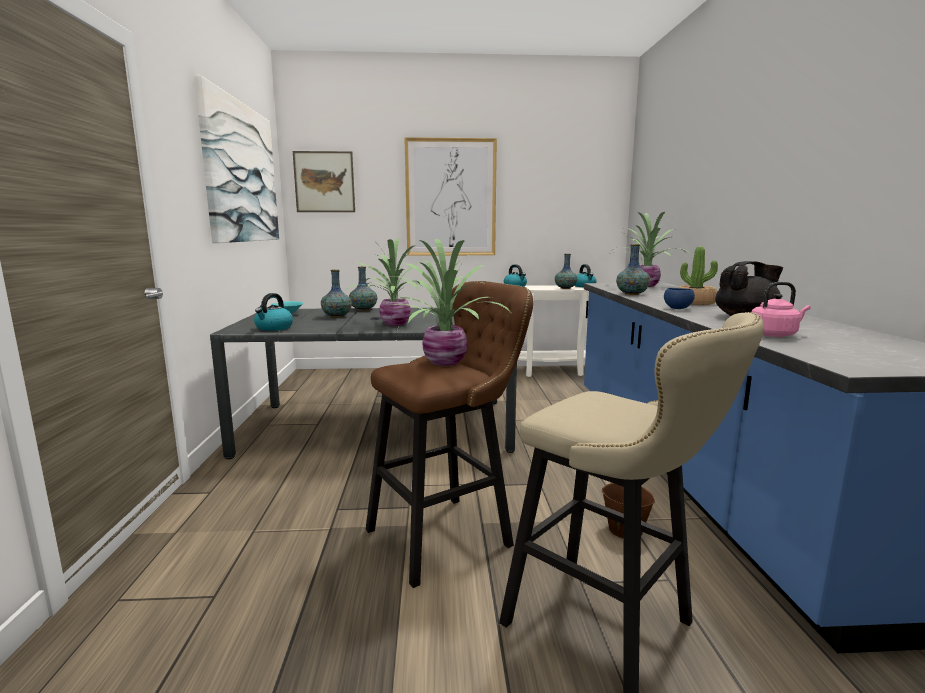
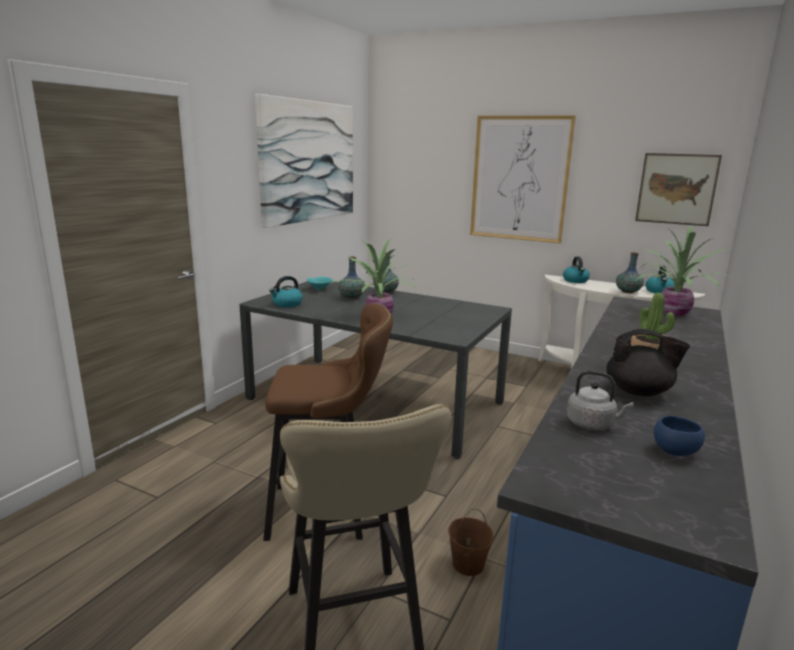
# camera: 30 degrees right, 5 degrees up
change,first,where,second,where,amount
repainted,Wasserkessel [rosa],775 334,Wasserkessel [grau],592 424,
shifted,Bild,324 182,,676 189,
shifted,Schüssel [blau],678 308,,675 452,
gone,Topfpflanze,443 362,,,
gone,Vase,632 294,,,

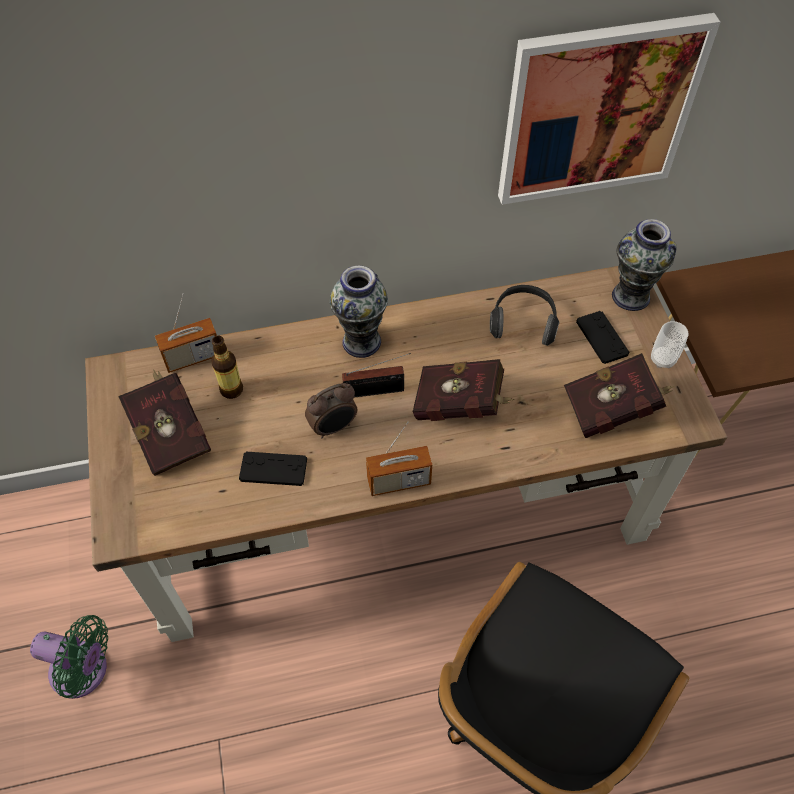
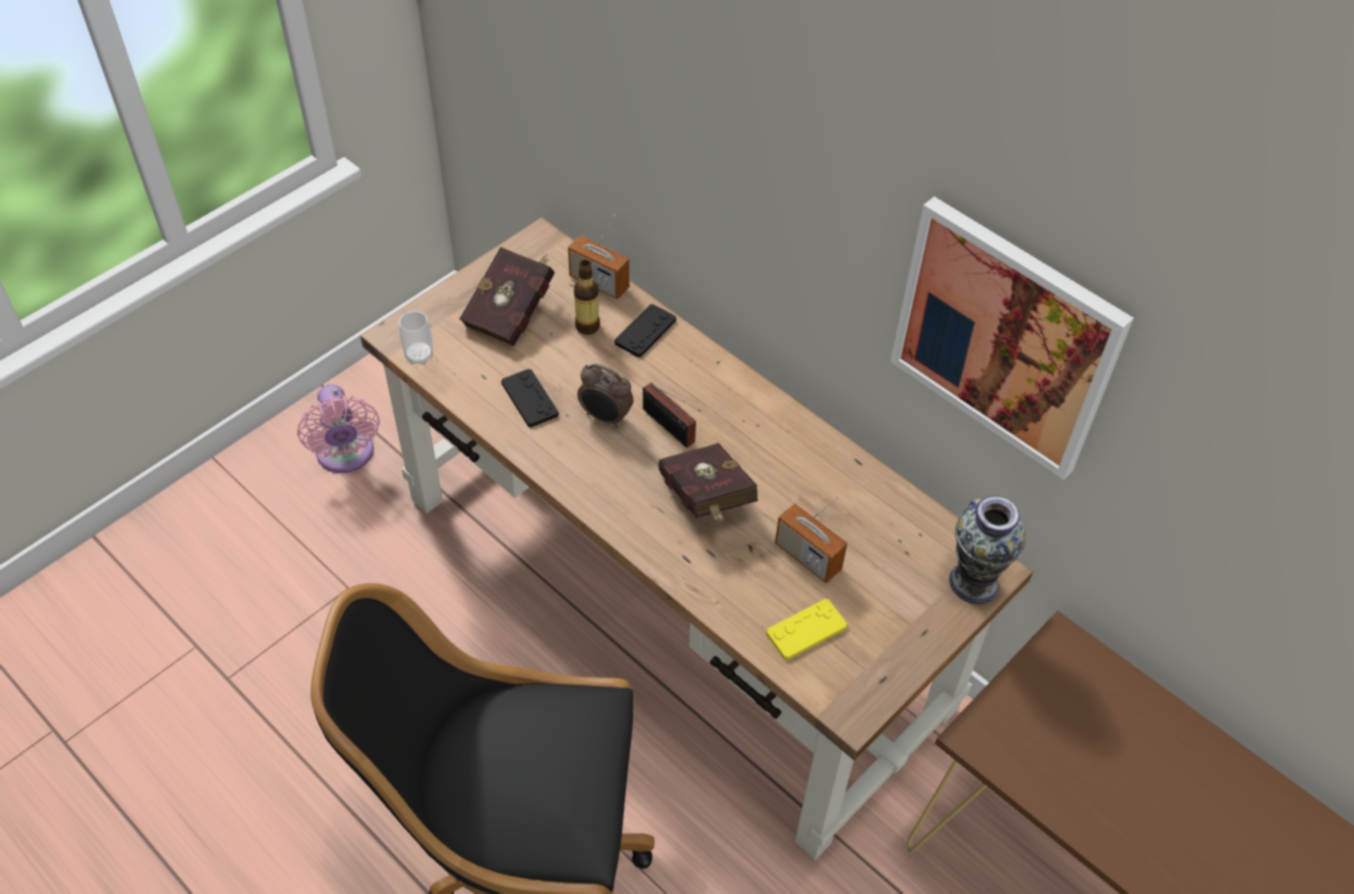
# camera: 55 degrees right, 5 degrees down
change,first,where,second,where,amount
repainted,Ventilator [grün],84 671,Ventilator [rosa],346 456,
shifted,Tasse,662 359,,419 356,
shifted,Gamepad [schwarz],601 338,,645 331,
swapped,Buch [rot],613 409,Gamepad [gelb],806 630,
shifted,Radio,399 481,,808 557,
gone,Vase,362 342,,,
gone,Kopfhörer,523 323,,,

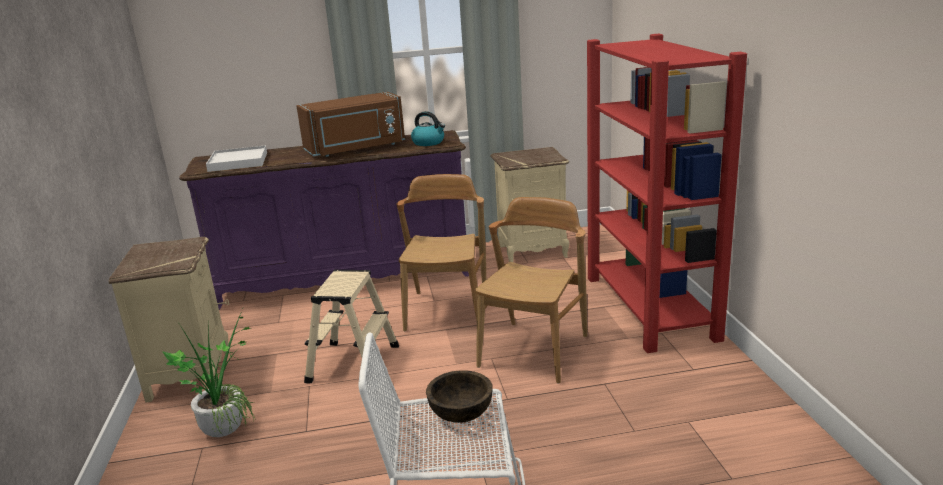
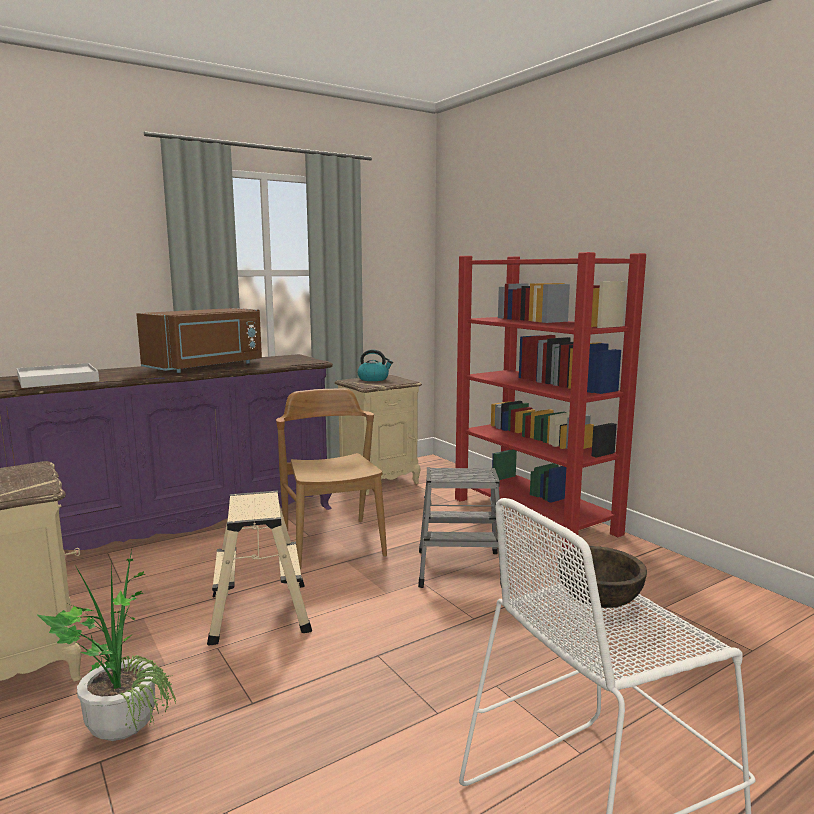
# camera: 25 degrees left, 10 degrees down
change,first,where,second,where,amount
shifted,Wasserkessel,429 142,,374 379,
swapped,Stuhl [braun],534 351,Trittleiter [grau],460 568,

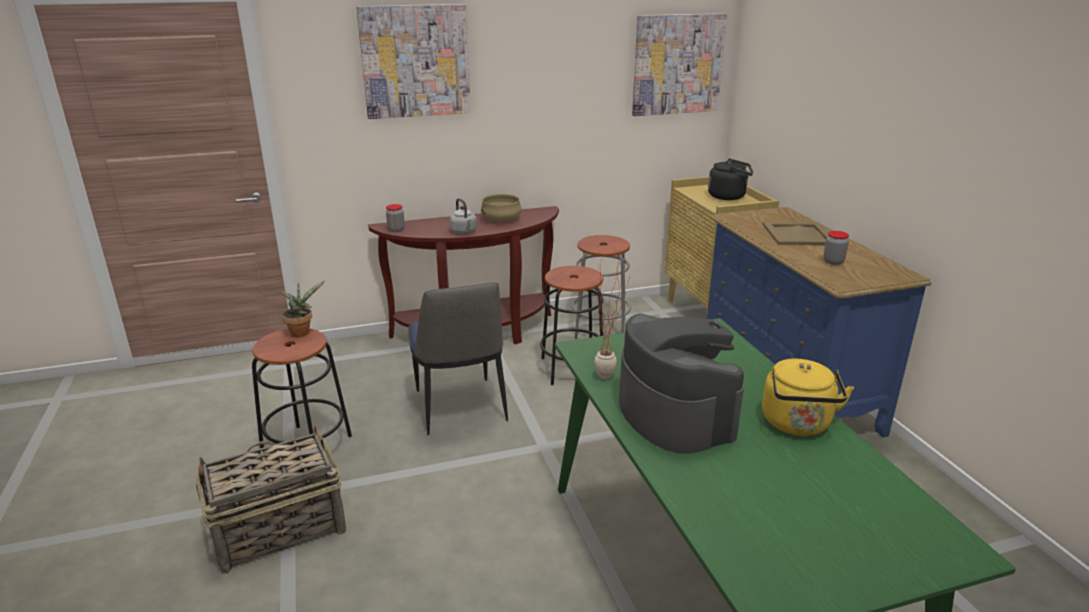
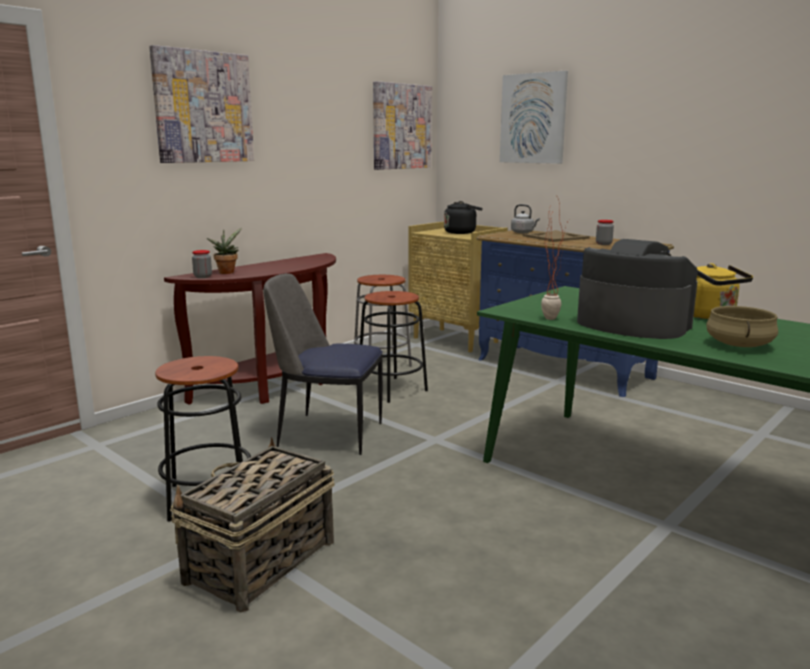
# camera: 30 degrees left, 10 degrees down
change,first,where,second,where,amount
shifted,Topfpflanze,302 332,,227 272,
rotated,Stuhl,460 407,,327 434,150 degrees clockwise
new,,,Bild,533 118,
shifted,Wasserkessel [grau],464 231,,523 232,
shifted,Kochtopf [beige],501 219,,738 344,

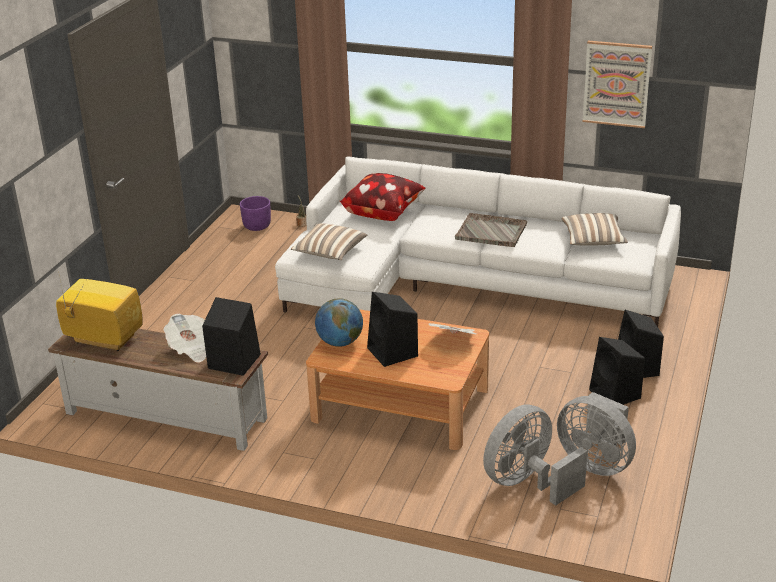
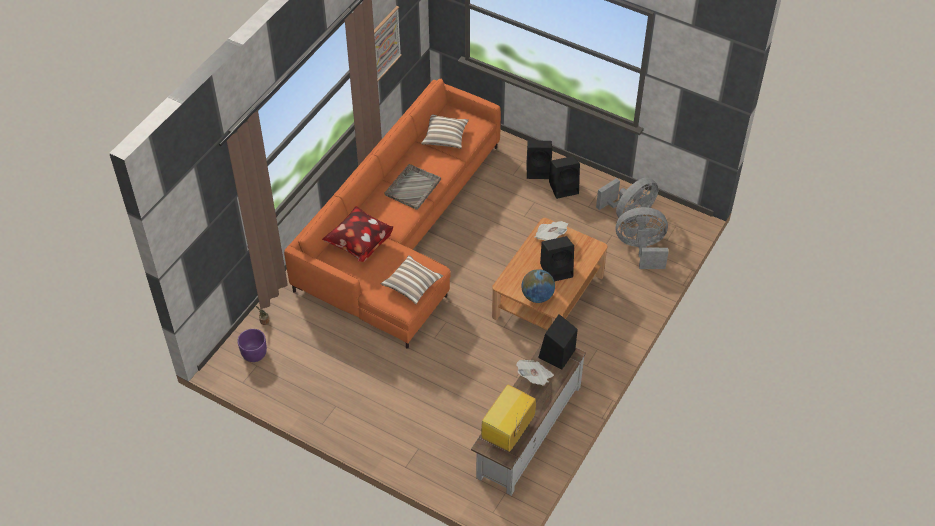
# camera: 80 degrees left, 20 degrees up
change,first,where,second,where,amount
repainted,Sofa [weiß],466 281,Sofa [orange],401 231,
rotated,Ventilator [grau],527 483,,641 249,120 degrees clockwise

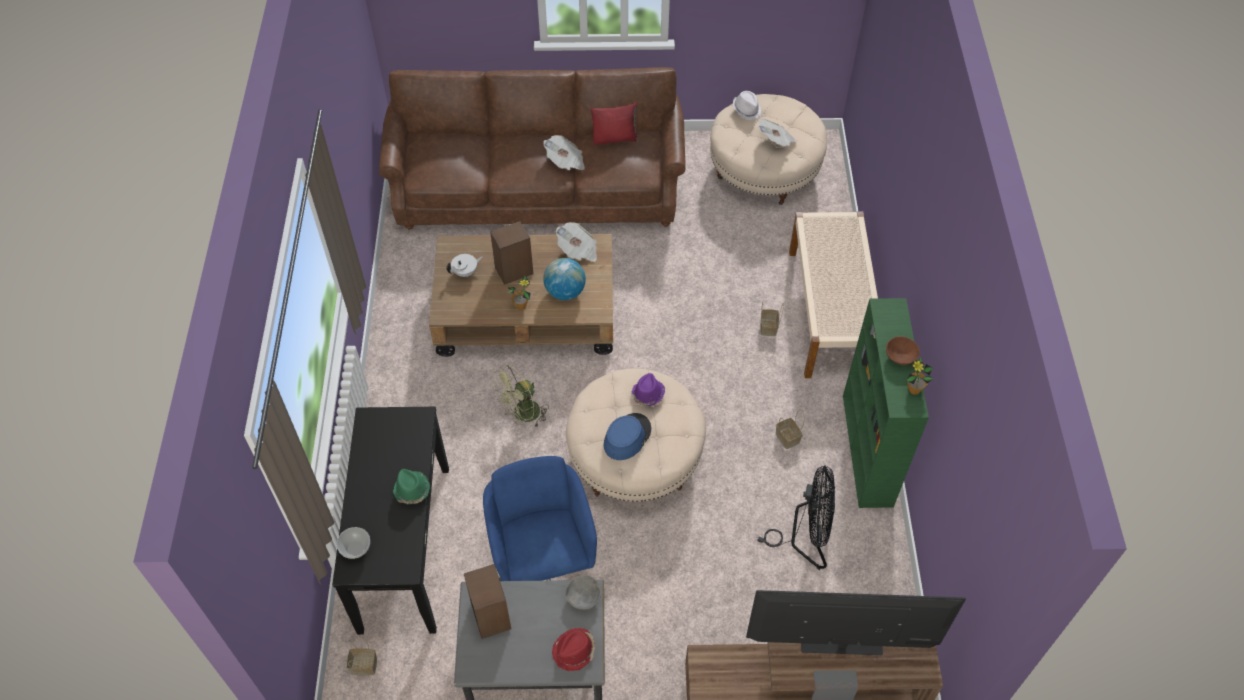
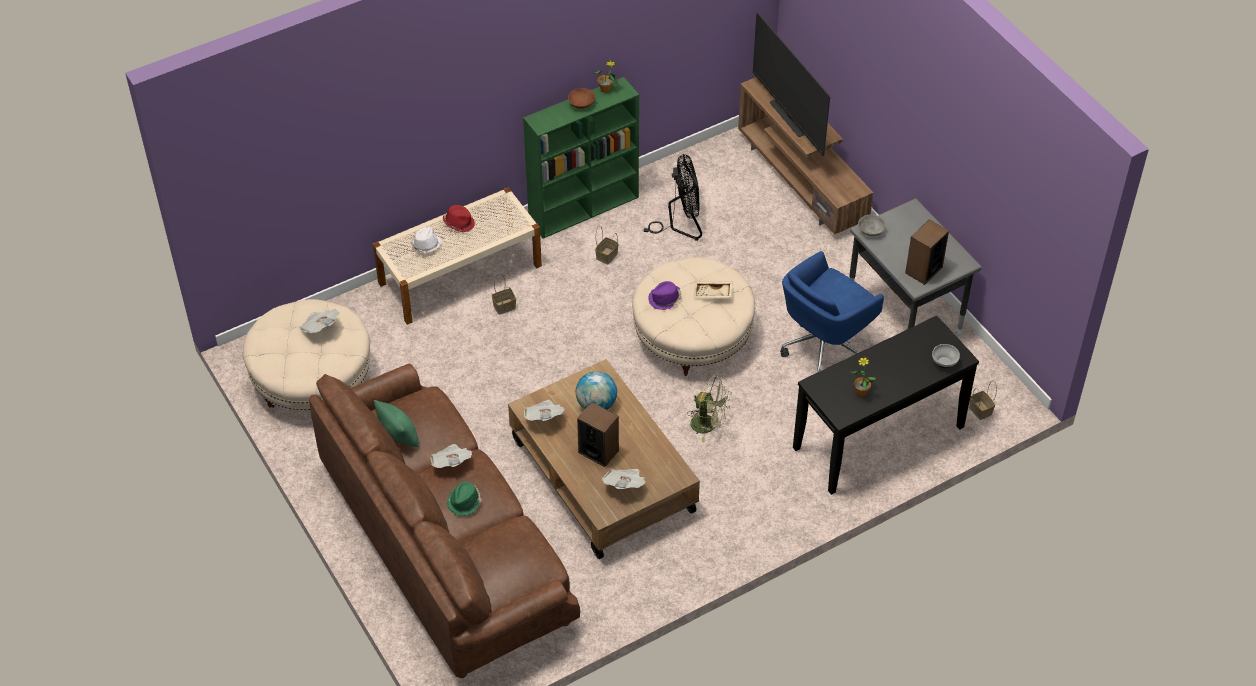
# camera: 120 degrees left, 5 degrees down
change,first,where,second,where,amount
repainted,Kissen [rot],615 138,Kissen [grün],399 436,
shifted,Hut [weiß],746 109,,426 245,
shifted,Hut [rot],574 651,,459 223,
shifted,Hut [grün],412 490,,464 502,
swapped,Teekanne [weiß],465 272,Zeitung,625 485,
rotated,Ventilator [schwarz],805 531,,680 218,105 degrees clockwise
swapped,Hut [blau],627 437,Tablett [beige],712 294,
shifted,Topfpflanze,521 306,,861 392,

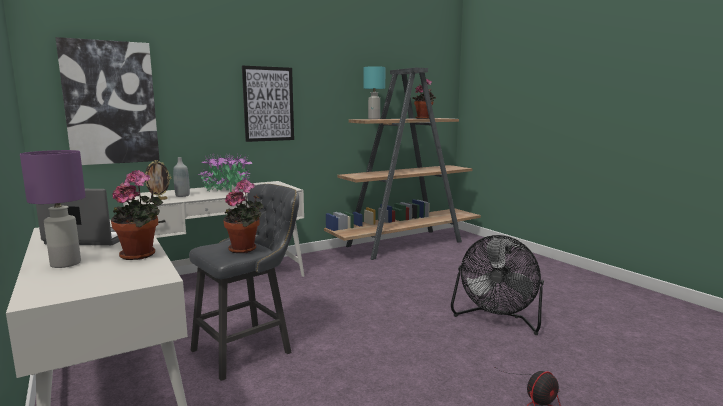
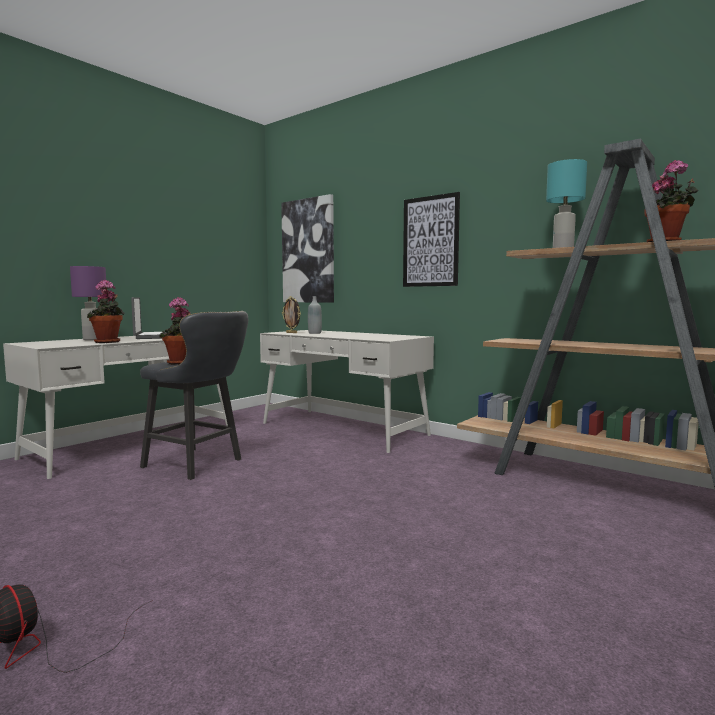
# camera: 70 degrees right, 5 degrees down
change,first,where,second,where,amount
gone,Topfpflanze,227 189,,,
gone,Ventilator [schwarz],495 318,,,

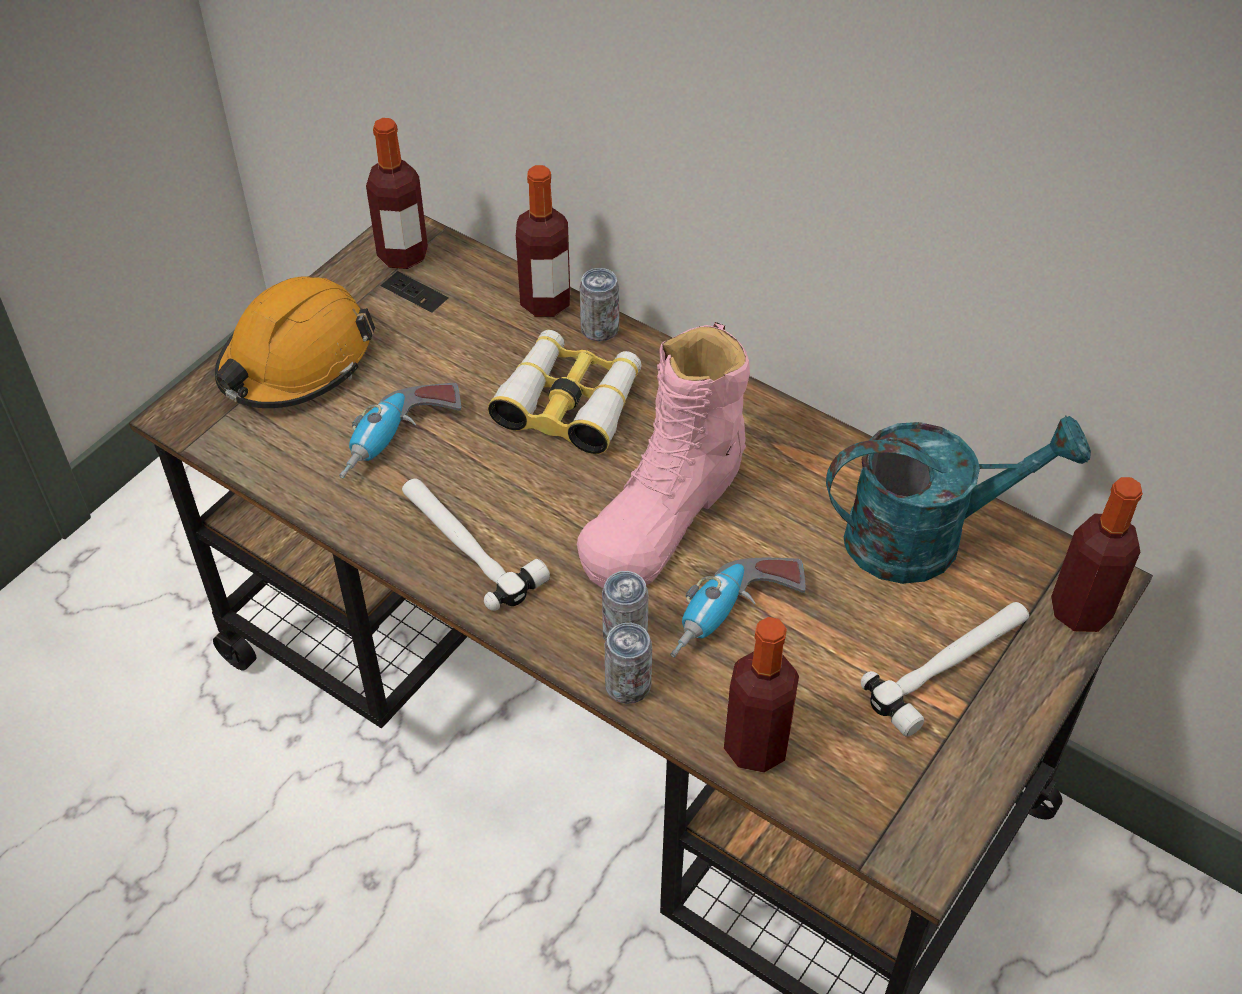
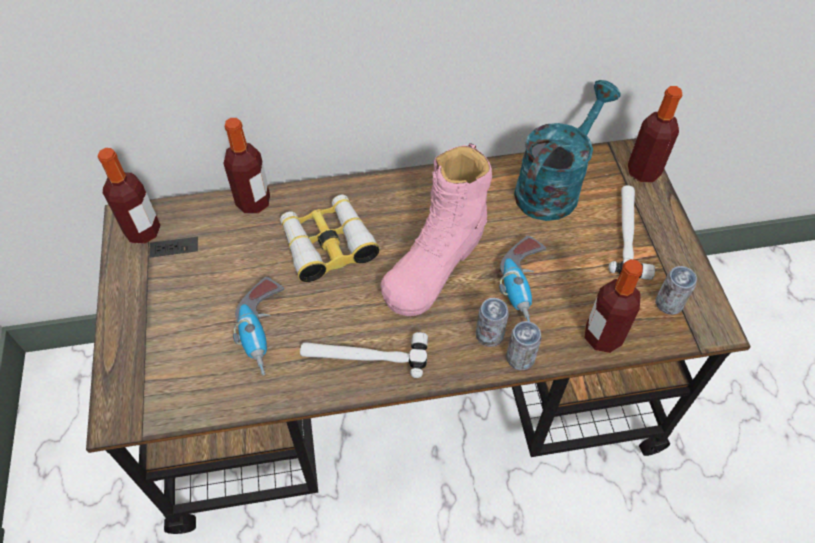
# camera: 45 degrees left, 5 degrees up
change,first,where,second,where,amount
rotated,Stiefel [rosa],664 511,,435 262,45 degrees clockwise
shifted,Dose,599 329,,668 303,
gone,Schutzhelm [orange],296 361,,,

